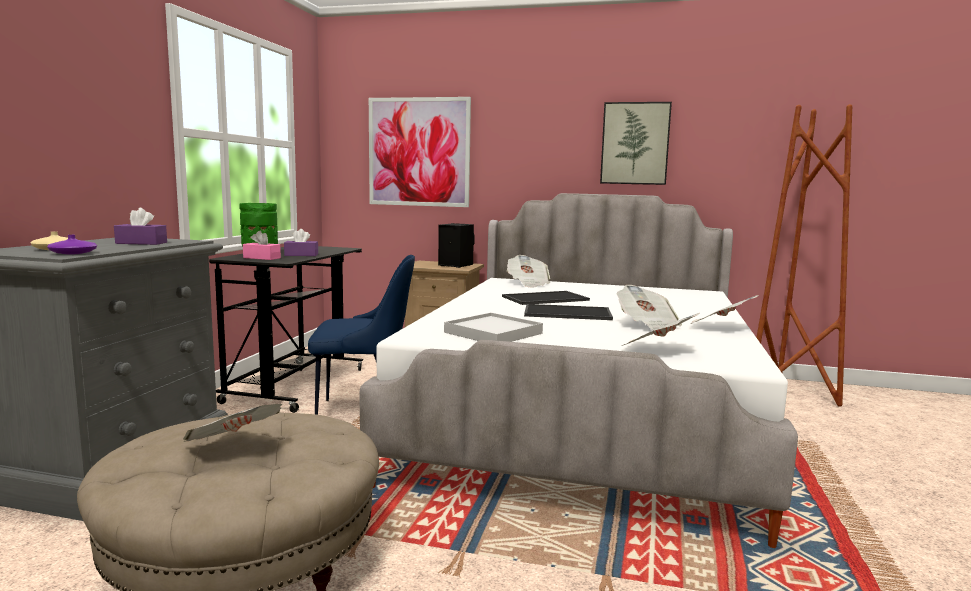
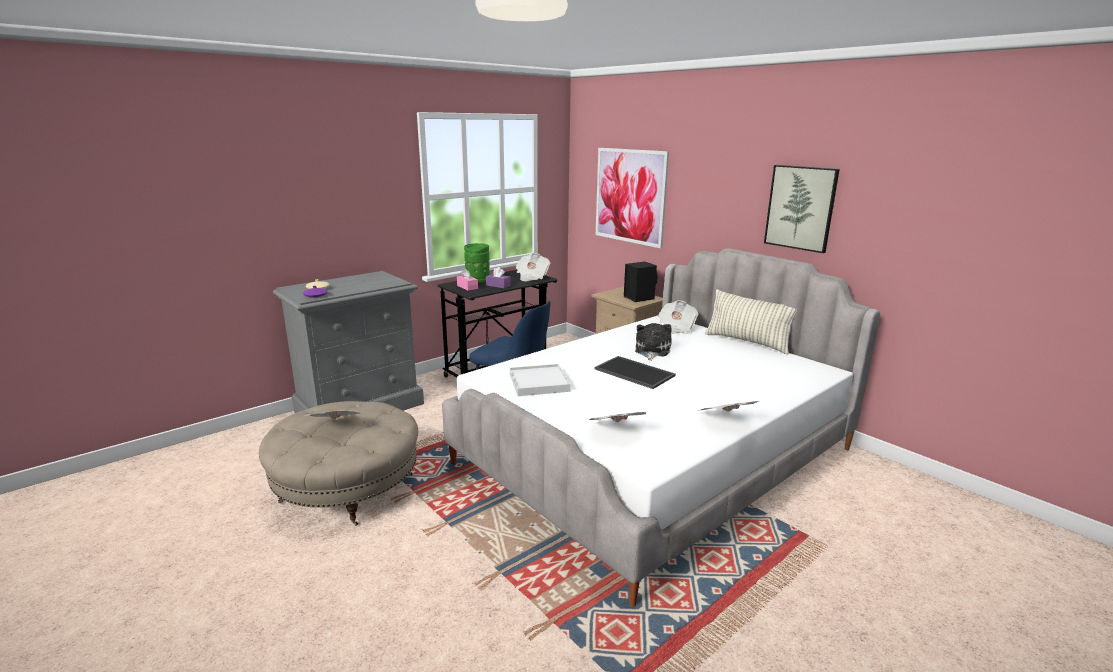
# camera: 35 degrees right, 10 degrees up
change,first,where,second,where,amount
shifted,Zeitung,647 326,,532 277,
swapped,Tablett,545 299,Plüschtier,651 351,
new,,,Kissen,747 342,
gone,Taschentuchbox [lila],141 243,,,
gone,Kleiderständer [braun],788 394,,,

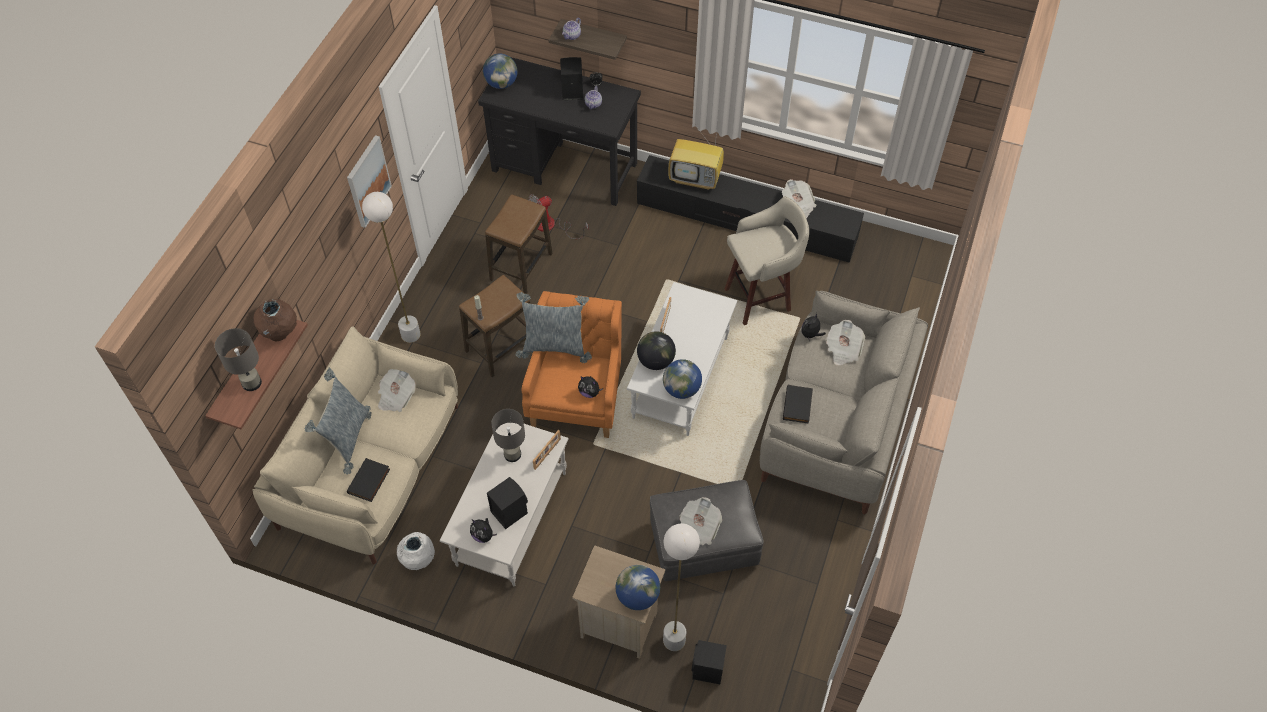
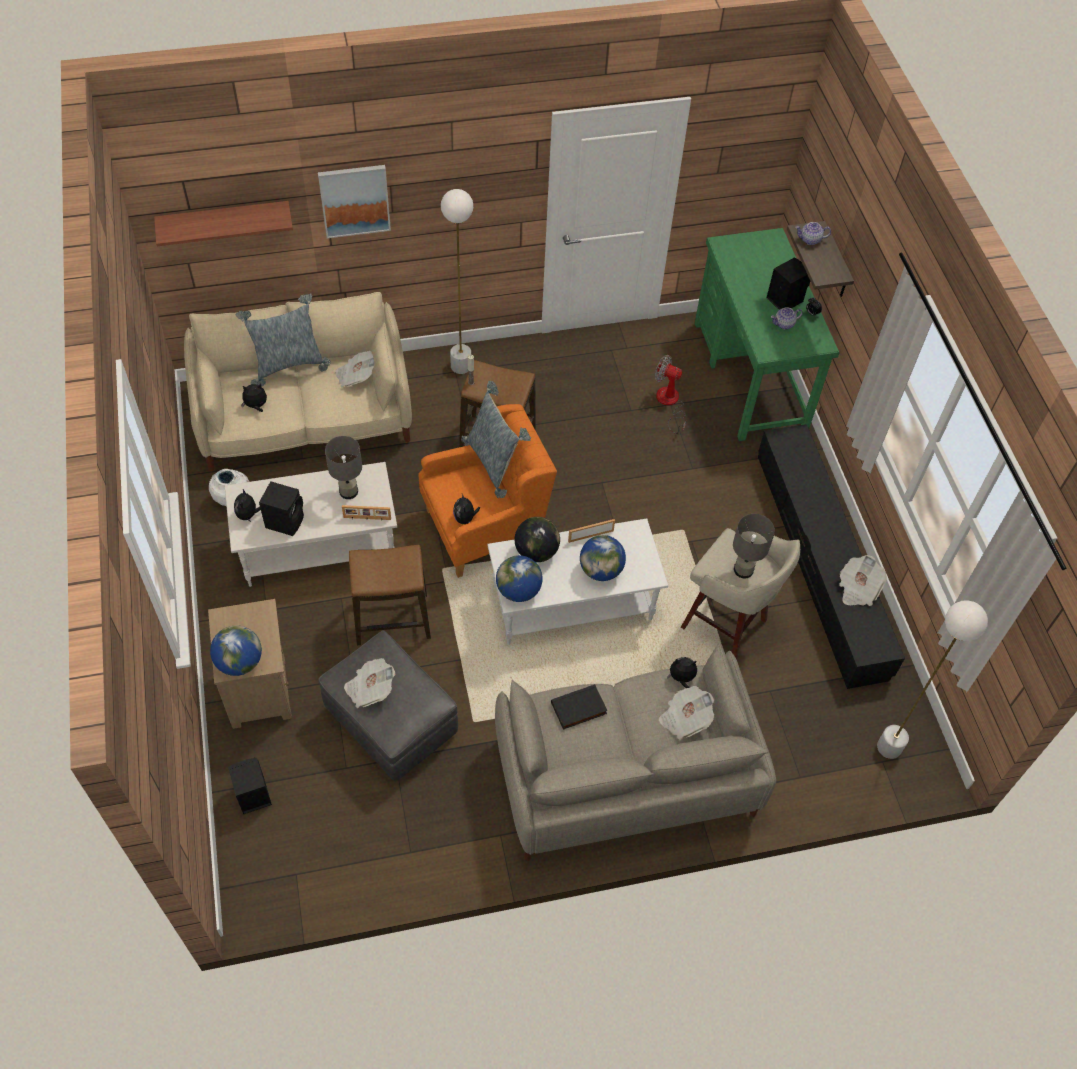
# camera: 55 degrees right, 0 degrees up
change,first,where,second,where,amount
swapped,Buch [schwarz],369 482,Plüschtier,256 406,
shifted,Bild,367 181,,354 200,
shifted,Hocker,521 267,,392 619,
shifted,Globus,501 84,,601 570,
repainted,Schreibtisch [schwarz],565 166,Schreibtisch [grün],751 375,
shifted,Tischlampe [grau],252 383,,743 570,
shifted,Stehlampe [weiß],674 640,,889 747,
gone,Vase [braun],280 333,,,
gone,Fernseher,696 179,,,

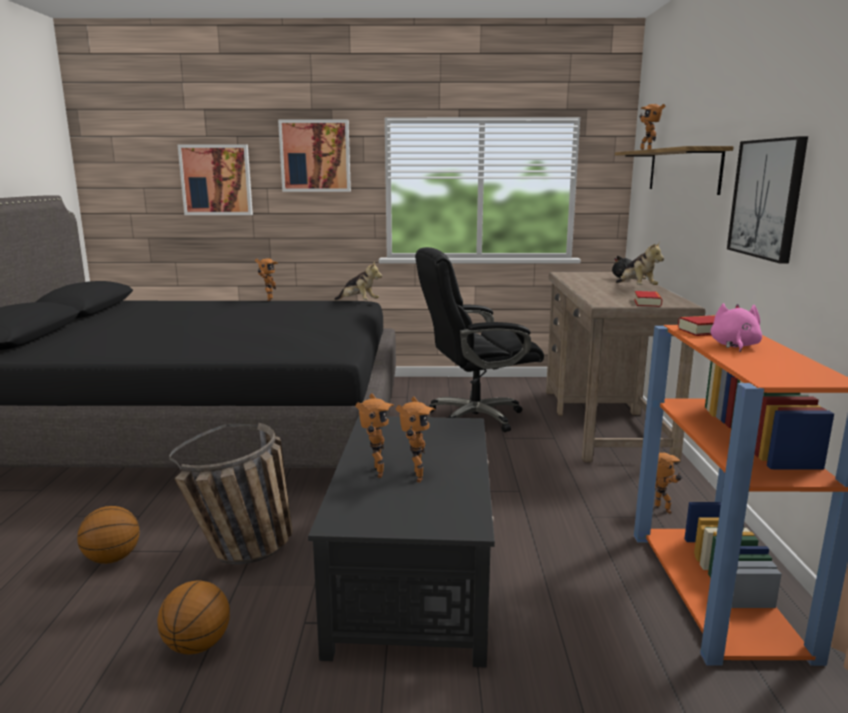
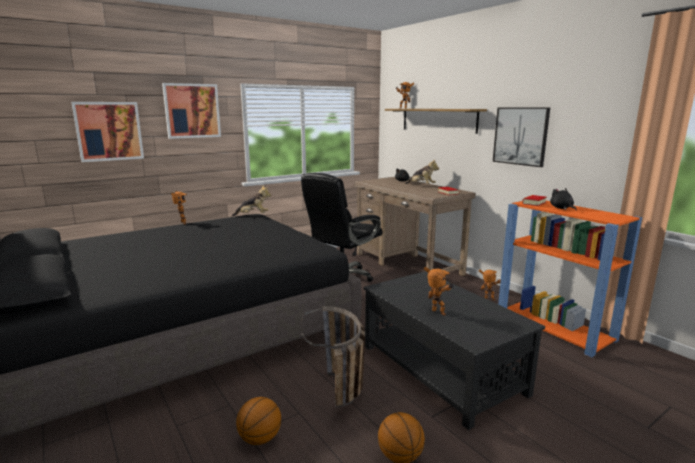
# camera: 35 degrees left, 0 degrees up
change,first,where,second,where,amount
repainted,Plüschtier [rosa],734 346,Plüschtier [schwarz],561 208,
gone,Spielzeugroboter,414 477,,,

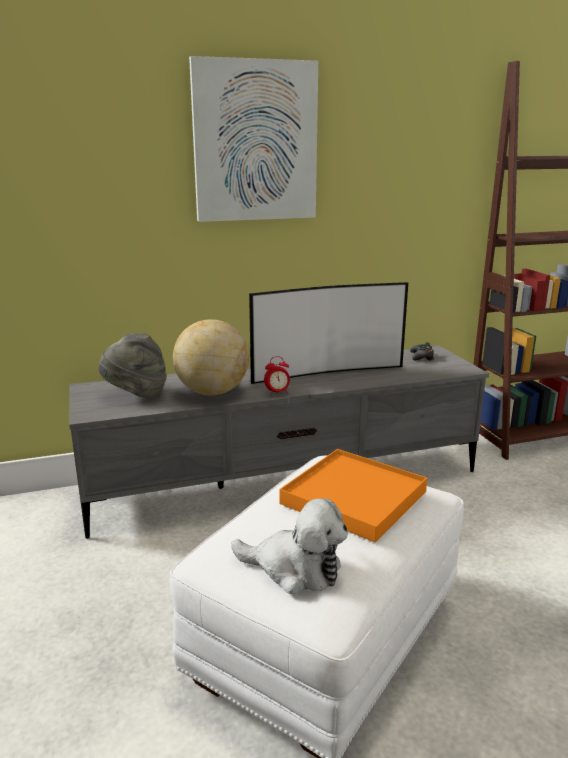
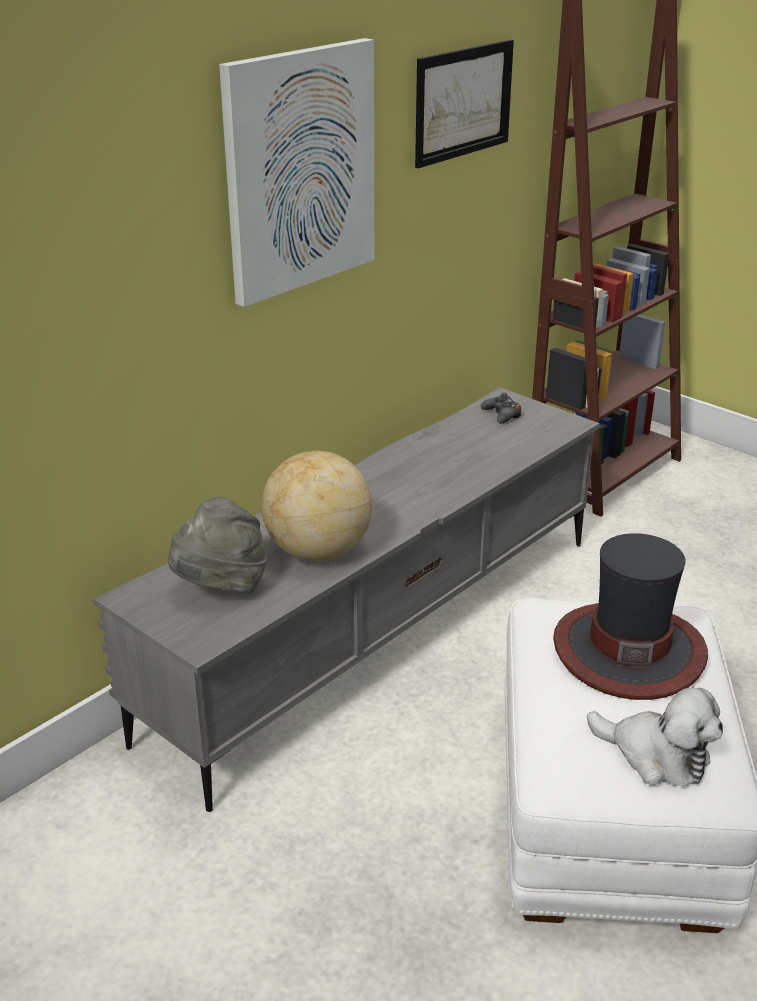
# camera: 30 degrees left, 10 degrees up
change,first,where,second,where,amount
new,,,Bild,463 102,
swapped,Tablett [orange],354 498,Hut,628 650,
rotated,Plüschtier,295 569,,656 756,45 degrees clockwise
gone,Fernseher,326 372,,,
gone,Wecker,277 393,,,

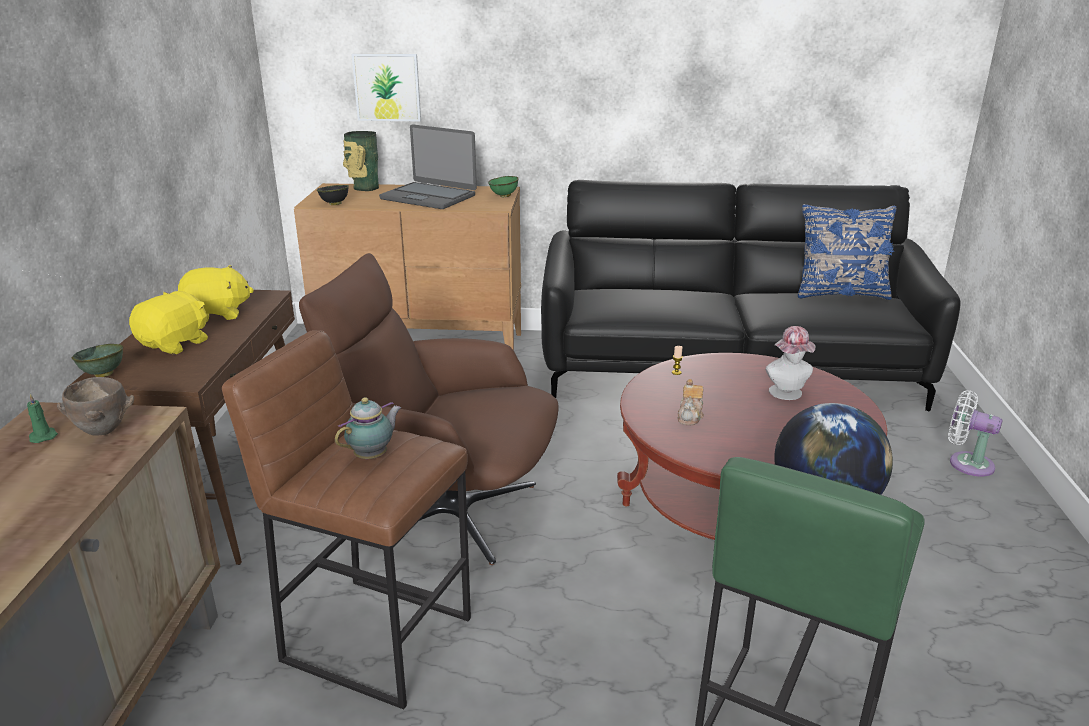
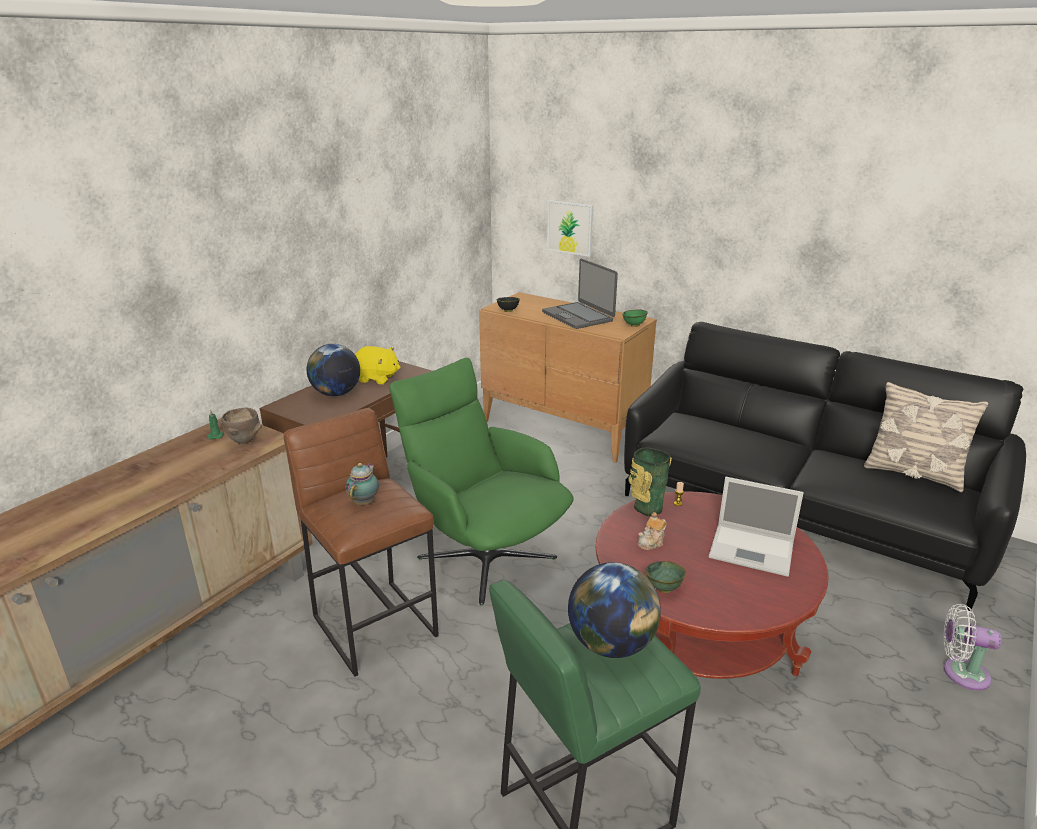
# camera: 30 degrees right, 0 degrees up
change,first,where,second,where,amount
swapped,Plüschtier [gelb],176 344,Globus,336 394,
rotated,Teekanne,373 455,,365 502,60 degrees counterclockwise
repainted,Sessel [braun],448 510,Sessel [grün],484 556,
shifted,Vase,364 188,,646 507,
shifted,Schüssel [grün],102 375,,663 588,
swapped,Hut,787 394,Laptop,753 550,
repainted,Kissen [blau],840 295,Kissen [beige],912 474,
rotated,Ventilator [weiß],966 463,,960 672,45 degrees counterclockwise

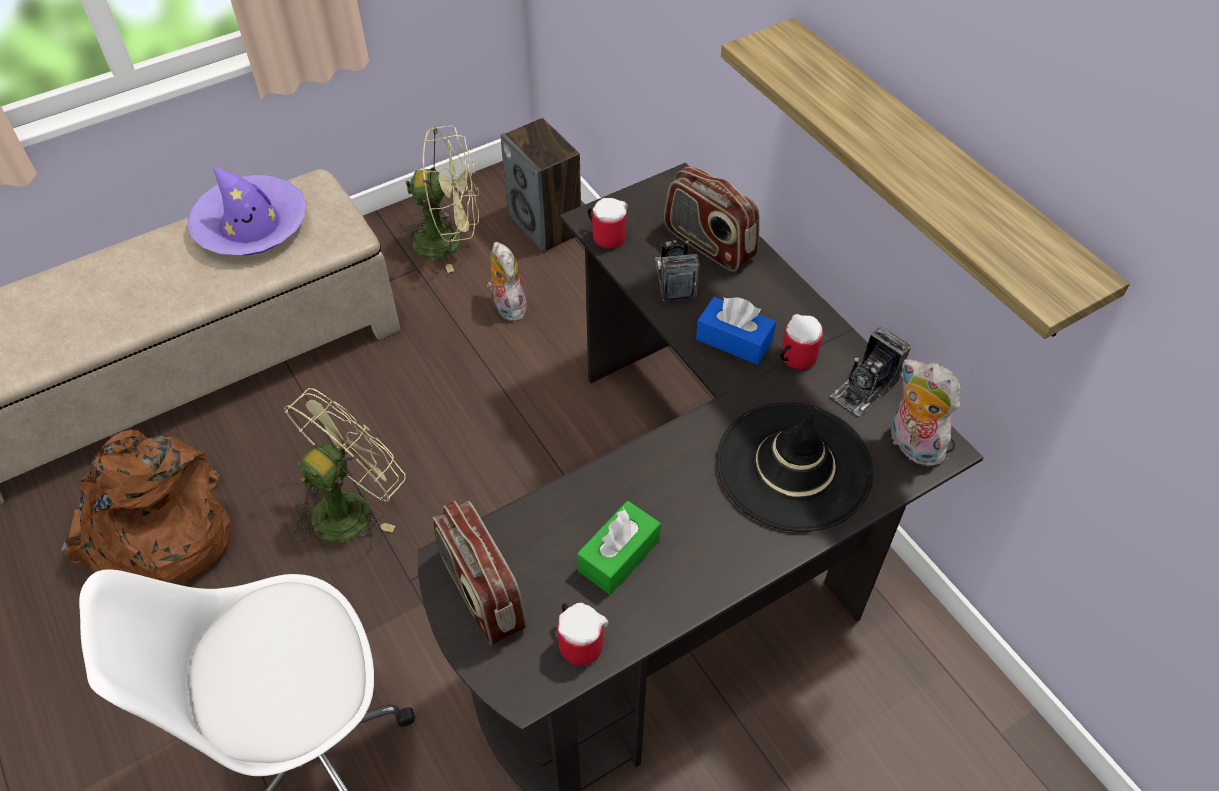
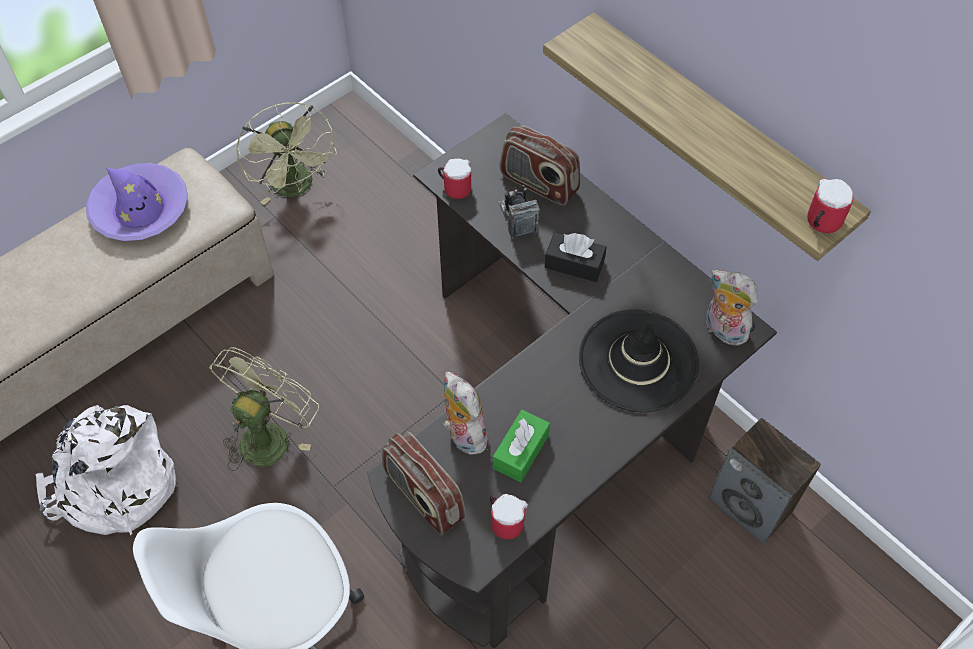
# camera: 10 degrees left, 5 degrees up
change,first,where,second,where,amount
repainted,Rucksack [braun],159 537,Rucksack [weiß],114 485,
rotated,Ventilator [grün],449 241,,297 188,75 degrees clockwise
shifted,Plüschtier,507 306,,463 434,
repainted,Taschentuchbox [blau],734 340,Taschentuchbox [schwarz],574 264,
shifted,Lautsprecher,545 225,,751 505,
shifted,Henkelbecher,793 358,,820 222,
gone,Kamera,865 388,,,

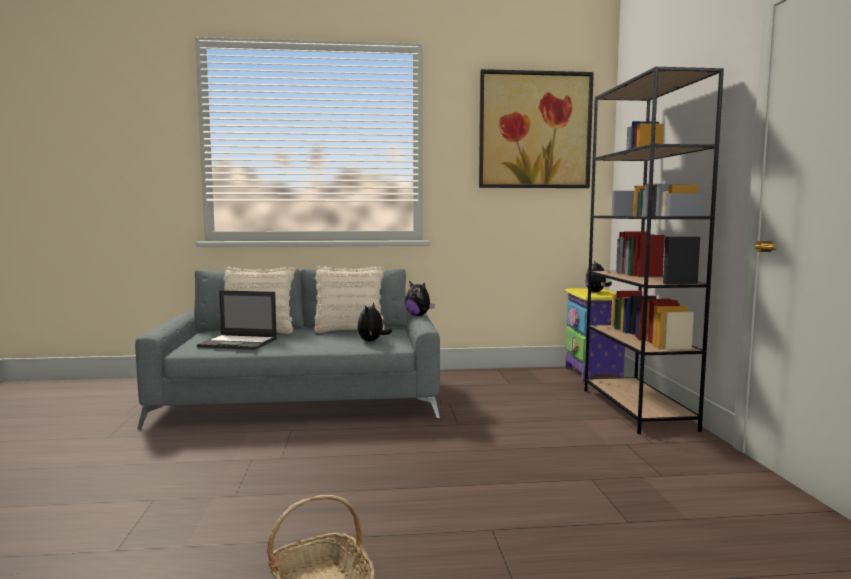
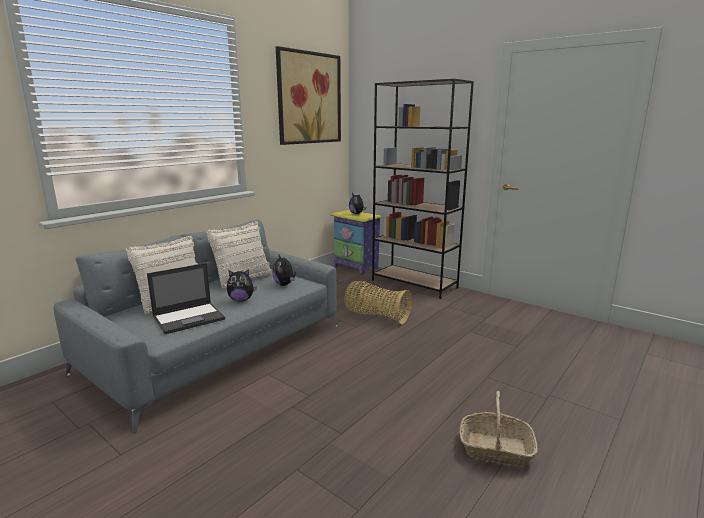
# camera: 45 degrees left, 10 degrees up
change,first,where,second,where,amount
shifted,Plüschtier,418 315,,241 300,
new,,,Korb,376 316,

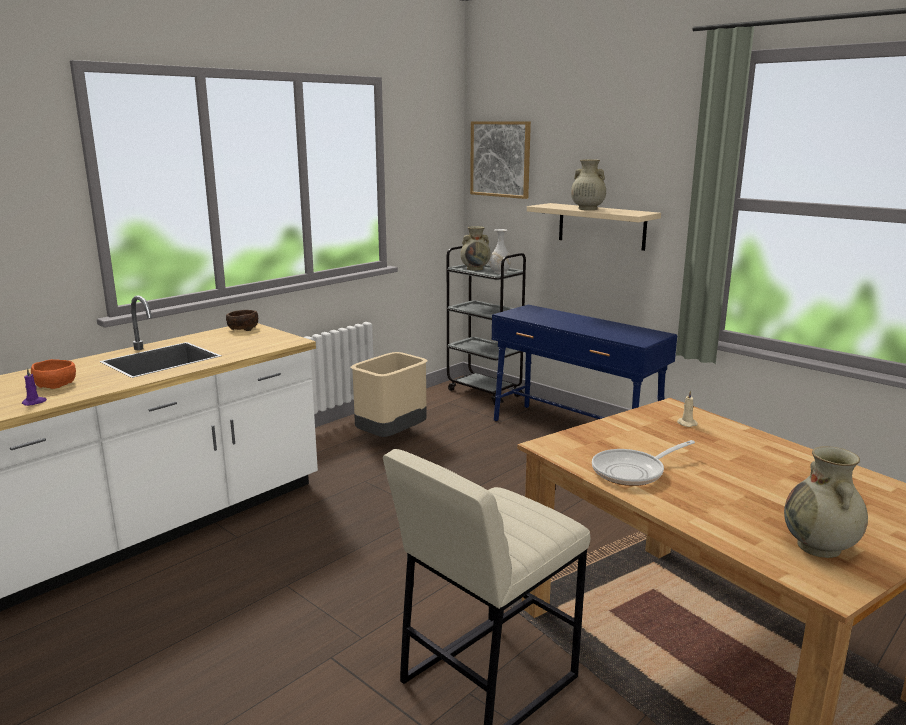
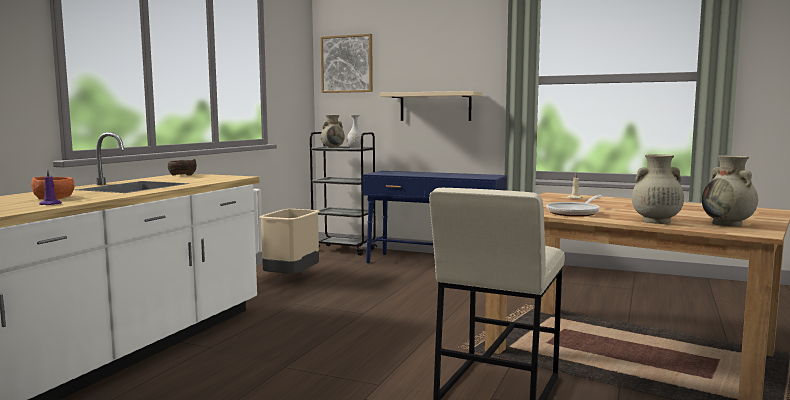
# camera: 20 degrees left, 10 degrees down
change,first,where,second,where,amount
shifted,Vase [beige],587 209,,655 221,

